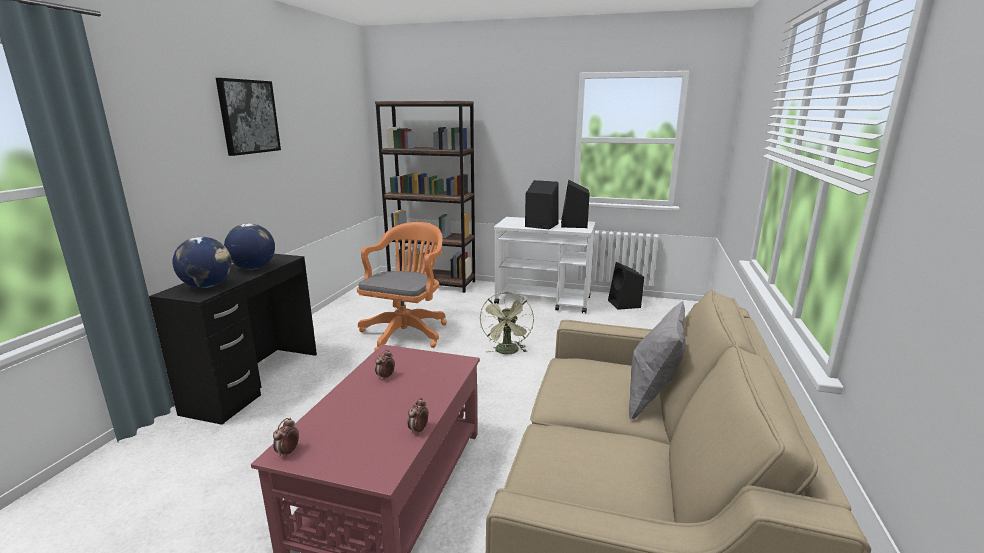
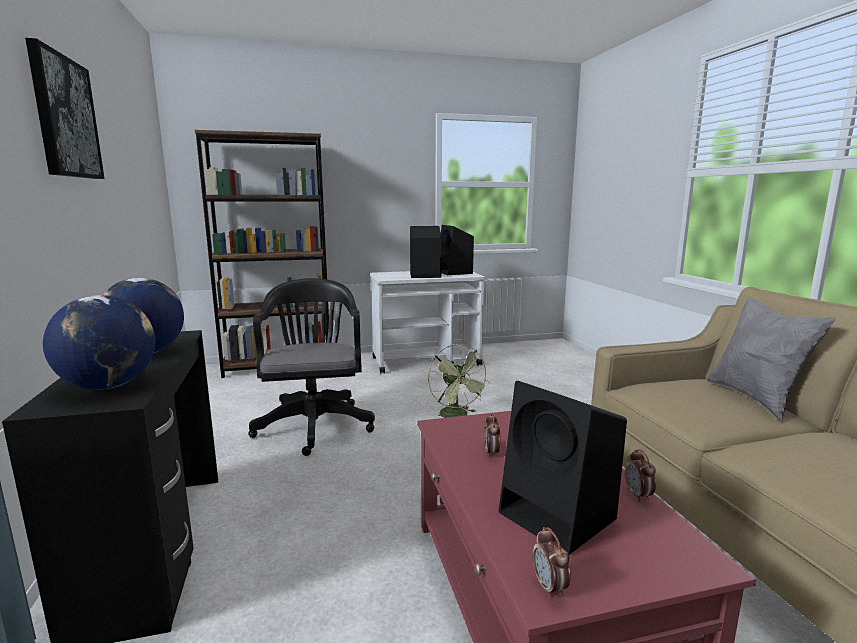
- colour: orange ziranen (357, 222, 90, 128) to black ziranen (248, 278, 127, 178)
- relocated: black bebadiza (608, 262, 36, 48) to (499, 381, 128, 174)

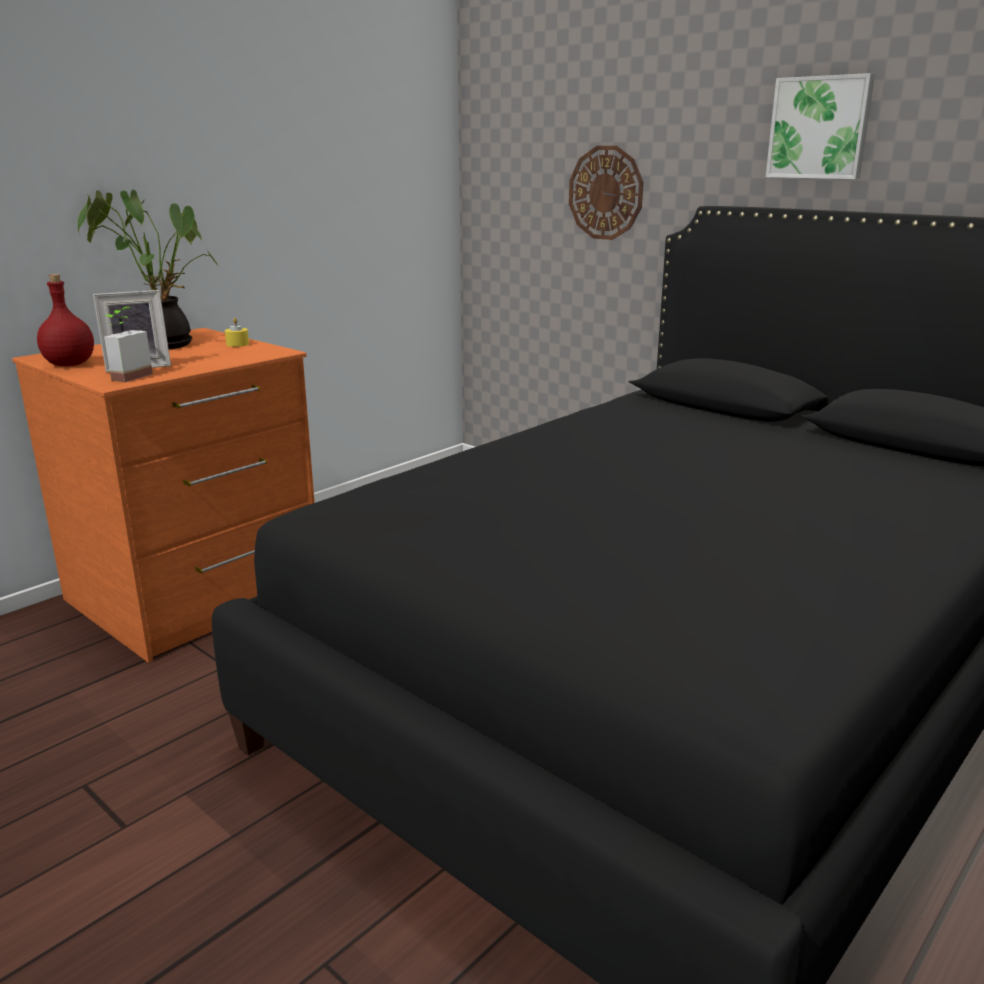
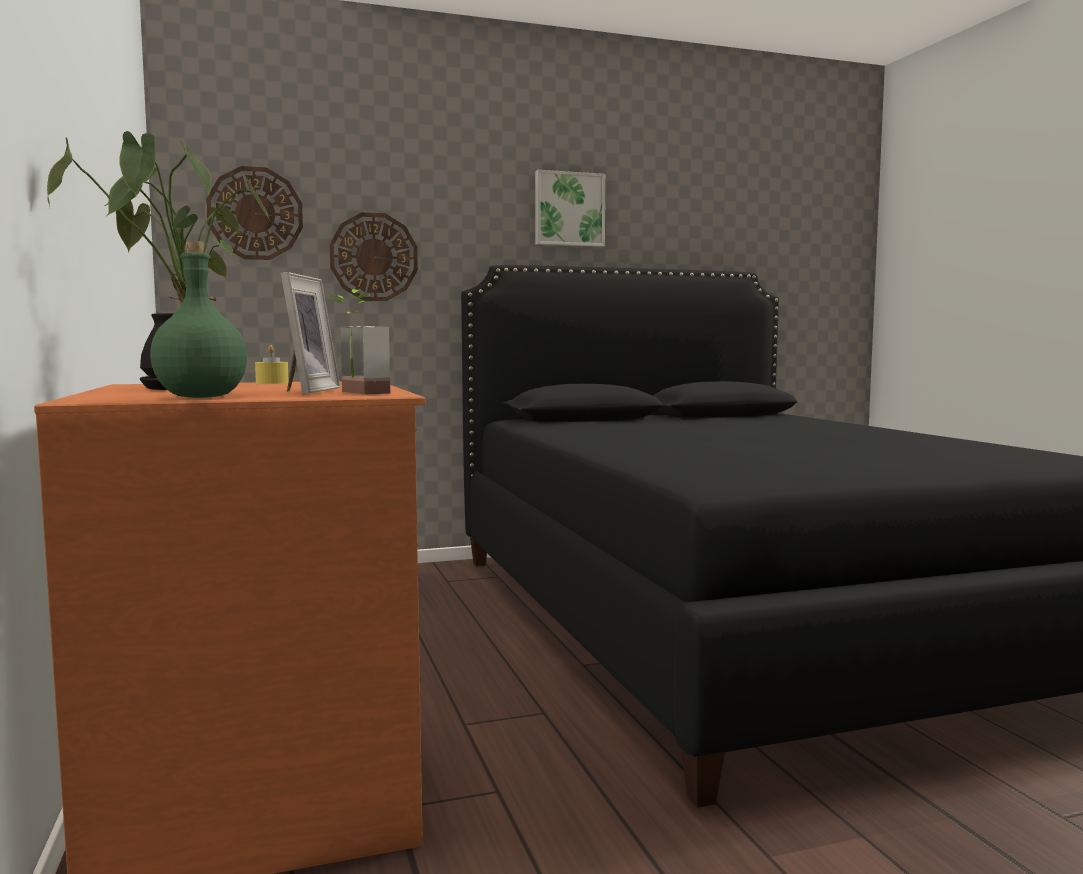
- colour: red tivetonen (37, 274, 57, 92) to green tivetonen (150, 241, 97, 157)
- appeared: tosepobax (206, 166, 97, 94)

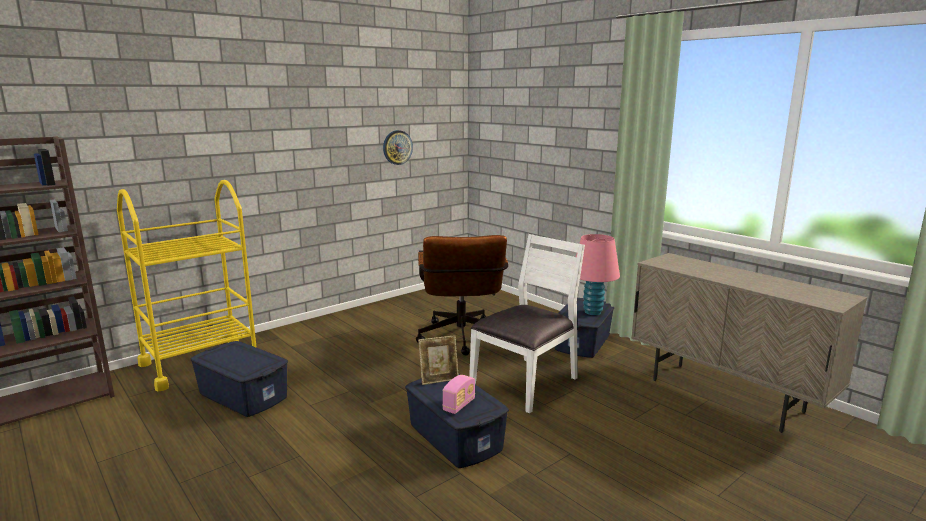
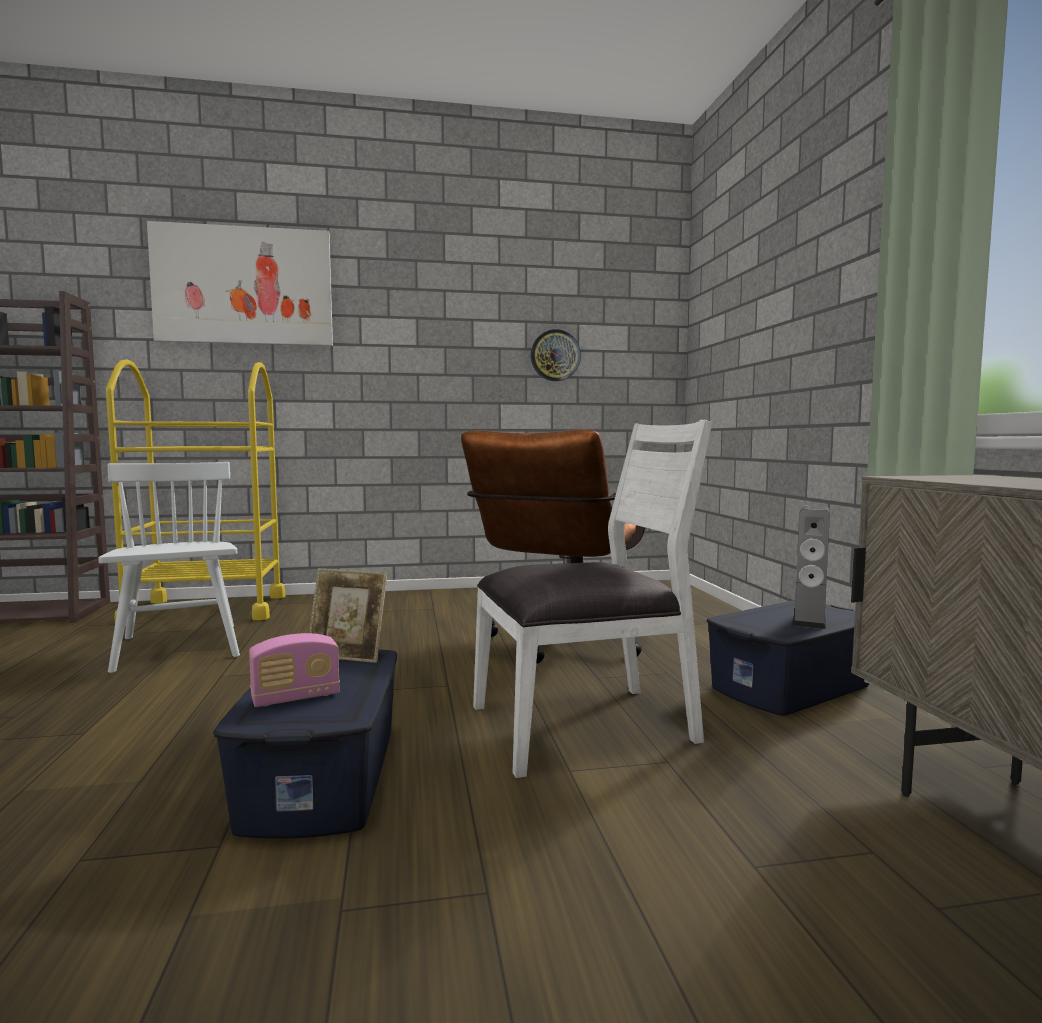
- exchanged: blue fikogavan (190, 341, 98, 76) to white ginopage (98, 462, 142, 211)
- exchanged: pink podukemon (576, 234, 44, 81) to bebadiza (792, 505, 38, 124)
- appeared: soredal (147, 221, 186, 125)

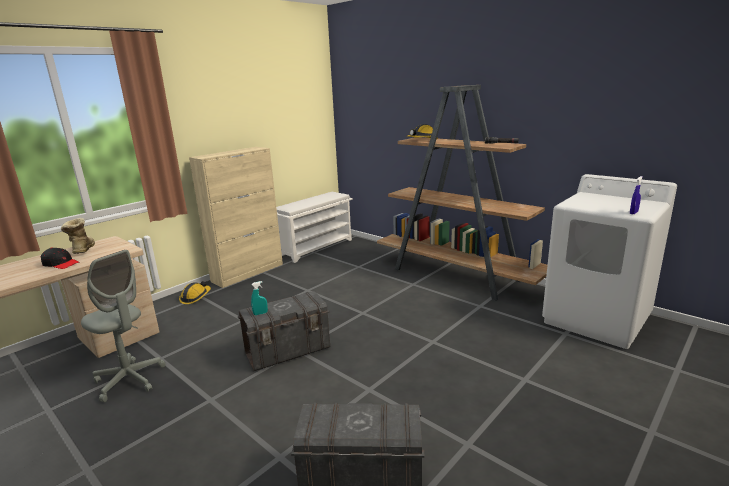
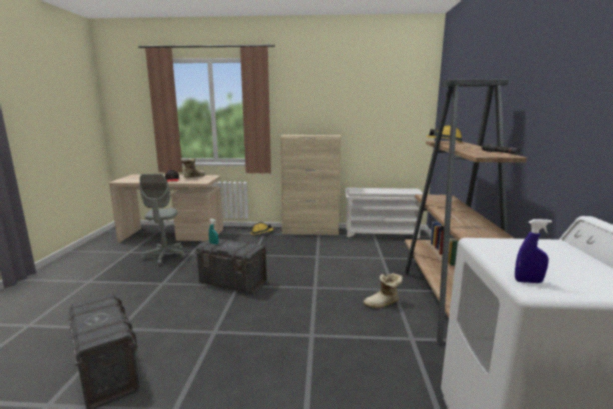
- appeared: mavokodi (363, 273, 40, 35)

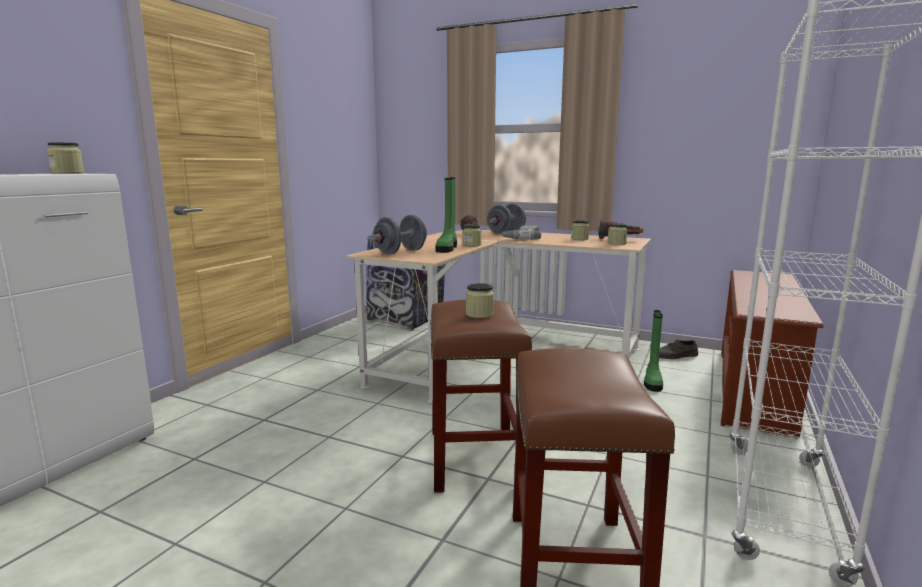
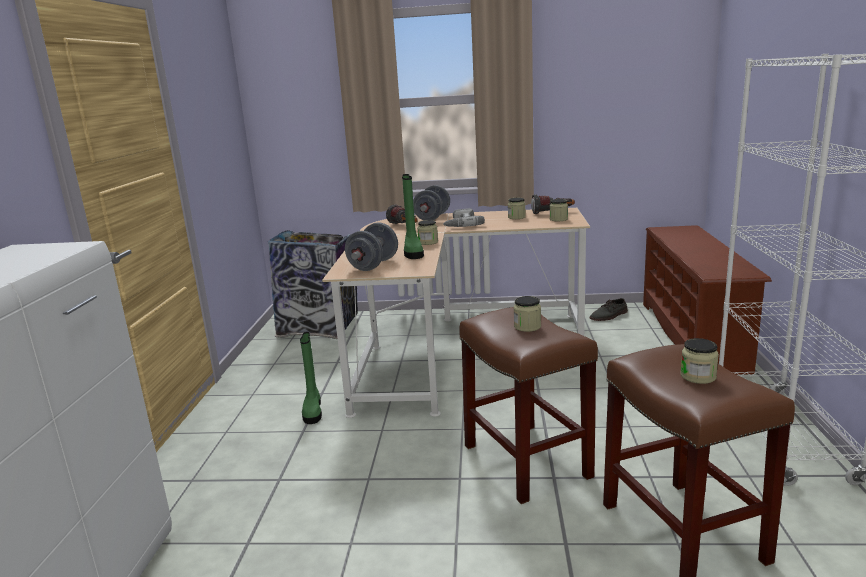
- relocated: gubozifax (47, 142, 37, 32) to (680, 338, 39, 46)
- relocated: green mavokodi (644, 310, 19, 82) to (300, 332, 22, 92)

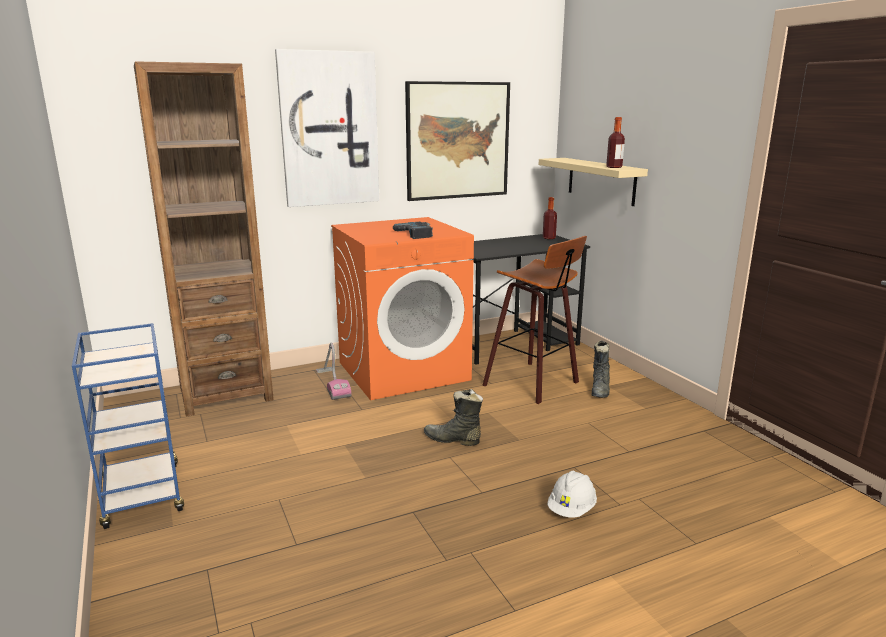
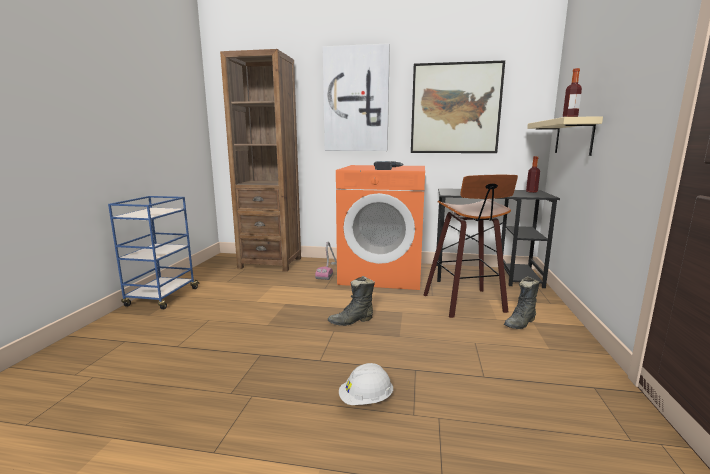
- spun: black mavokodi (424, 389, 59, 57) = (327, 276, 48, 50) 75 degrees counterclockwise

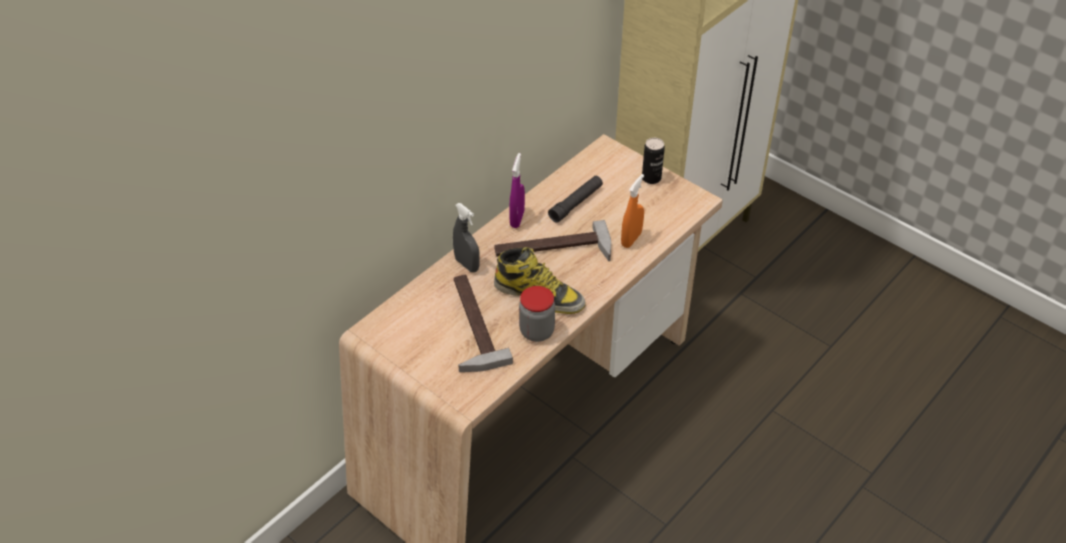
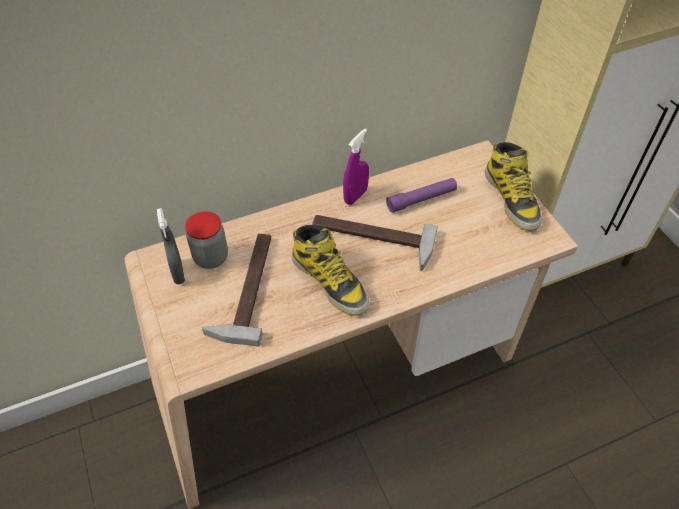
- relocated: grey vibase (453, 203, 27, 69) to (157, 208, 28, 76)
- relocated: gubozifax (519, 286, 36, 56) to (185, 211, 43, 58)
- colour: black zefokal (548, 176, 55, 47) to purple zefokal (386, 178, 71, 35)
- missing: orange vibase (621, 174, 23, 74)
- exchanged: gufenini (642, 138, 23, 46) to mavokodi (485, 142, 57, 89)

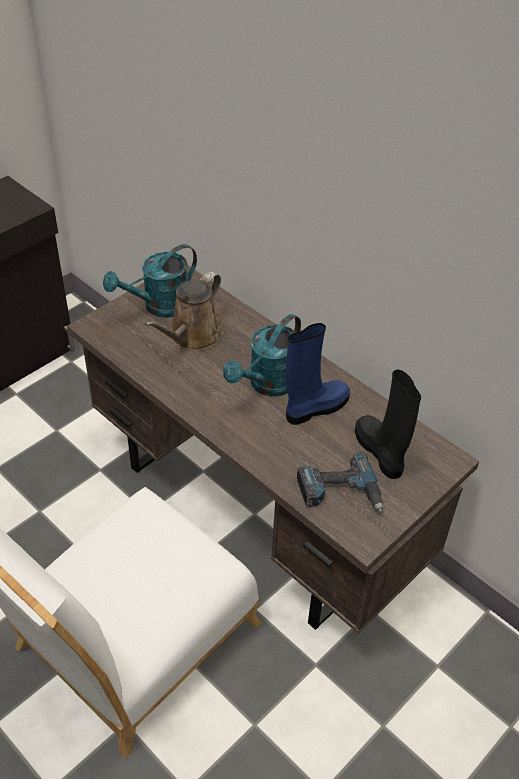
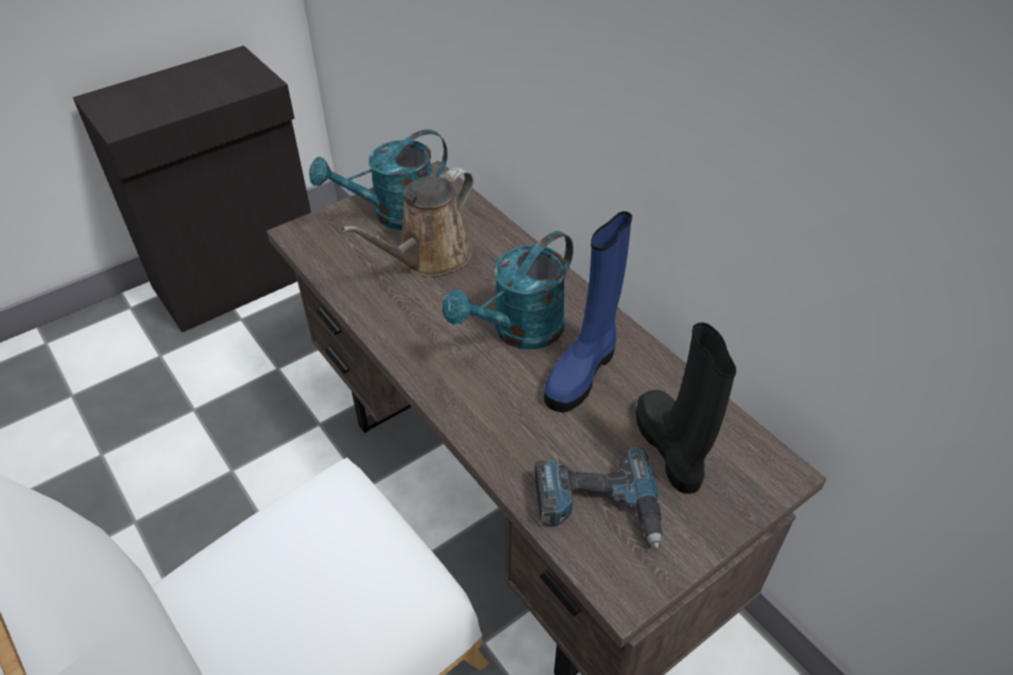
- spun: blue mavokodi (285, 323, 65, 102) = (544, 211, 88, 202) 150 degrees clockwise

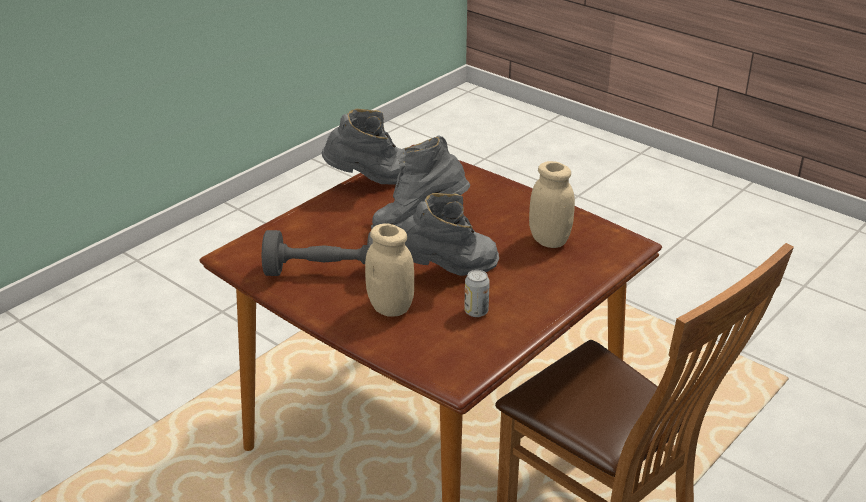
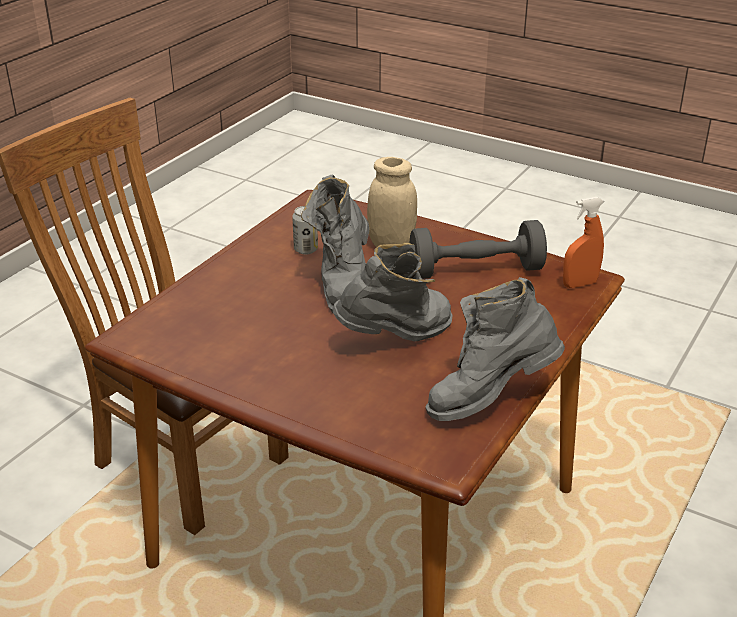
- spun: grey mavokodi (400, 193, 99, 83) = (301, 175, 68, 138) 60 degrees counterclockwise
- missing: beige gubozifax (529, 161, 46, 87)
- appeared: orange vibase (563, 197, 41, 91)

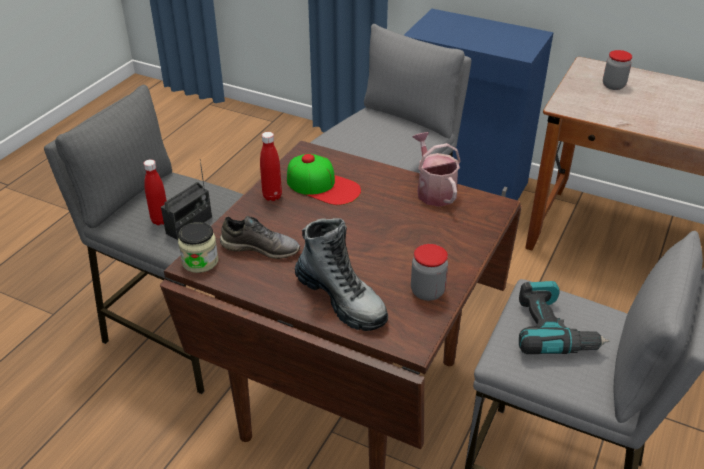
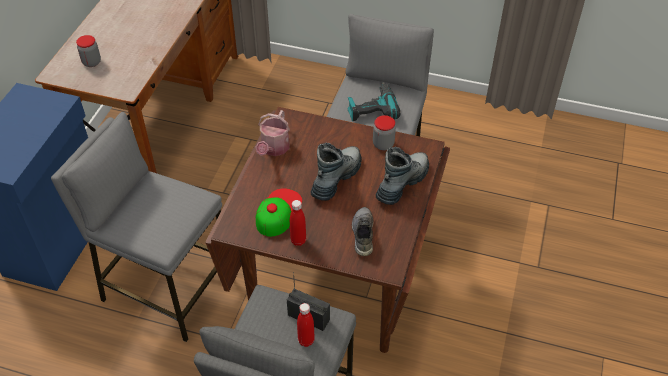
- missing: gubozifax (178, 222, 40, 51)
- spun: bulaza (412, 132, 49, 75) = (255, 110, 35, 46) 45 degrees counterclockwise
- appeared: mavokodi (310, 143, 52, 58)

